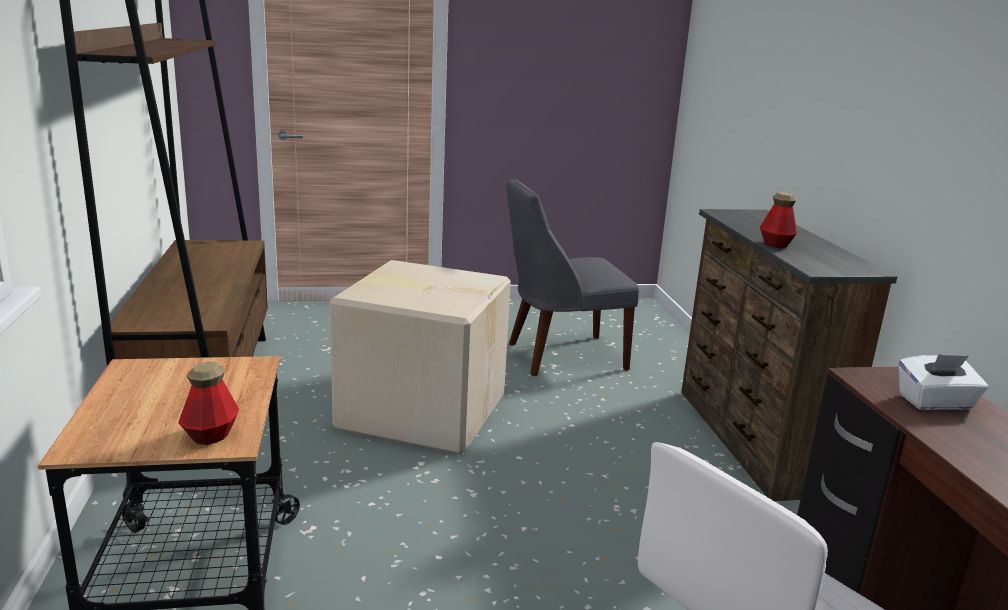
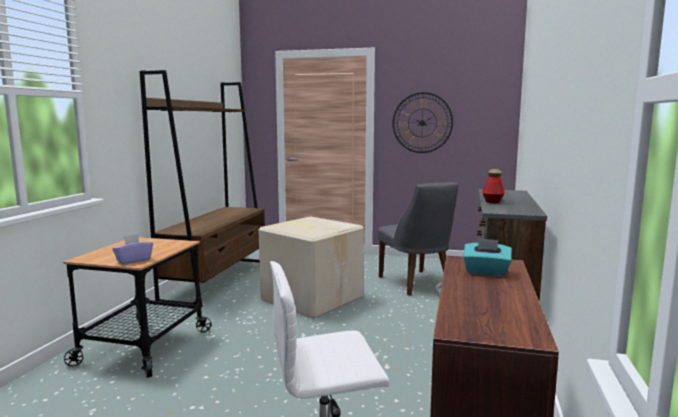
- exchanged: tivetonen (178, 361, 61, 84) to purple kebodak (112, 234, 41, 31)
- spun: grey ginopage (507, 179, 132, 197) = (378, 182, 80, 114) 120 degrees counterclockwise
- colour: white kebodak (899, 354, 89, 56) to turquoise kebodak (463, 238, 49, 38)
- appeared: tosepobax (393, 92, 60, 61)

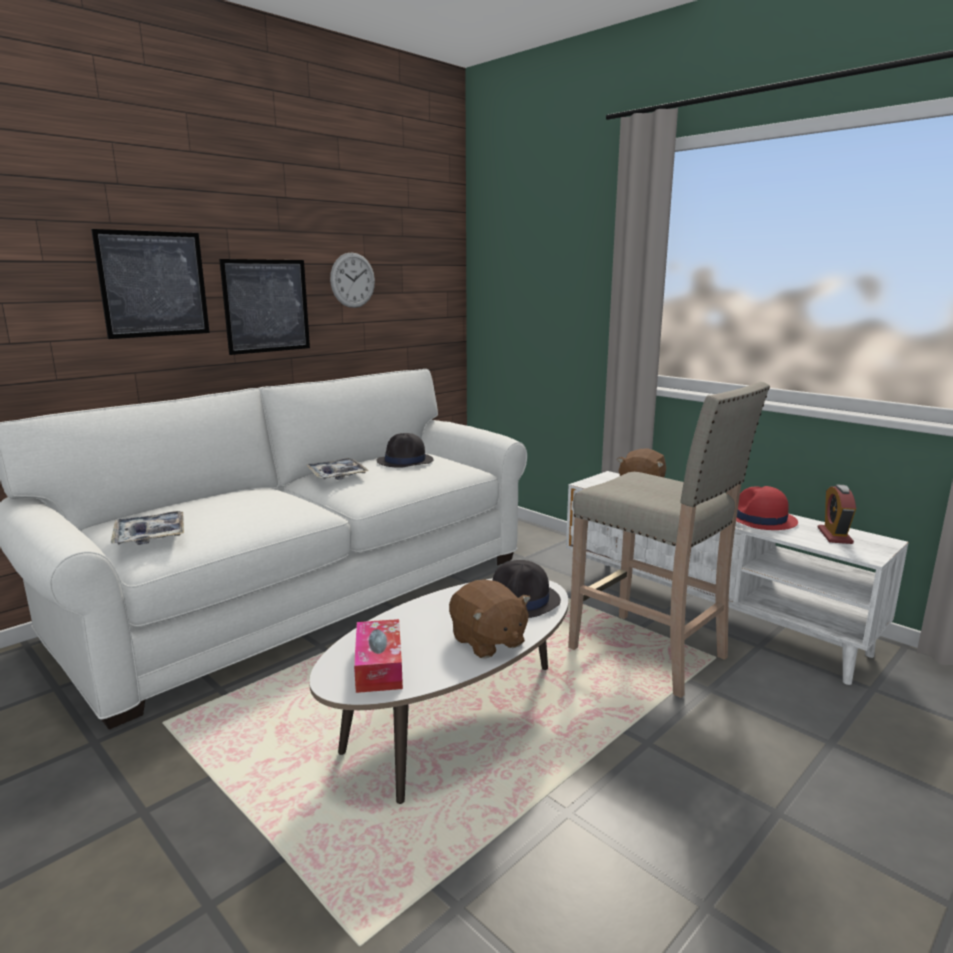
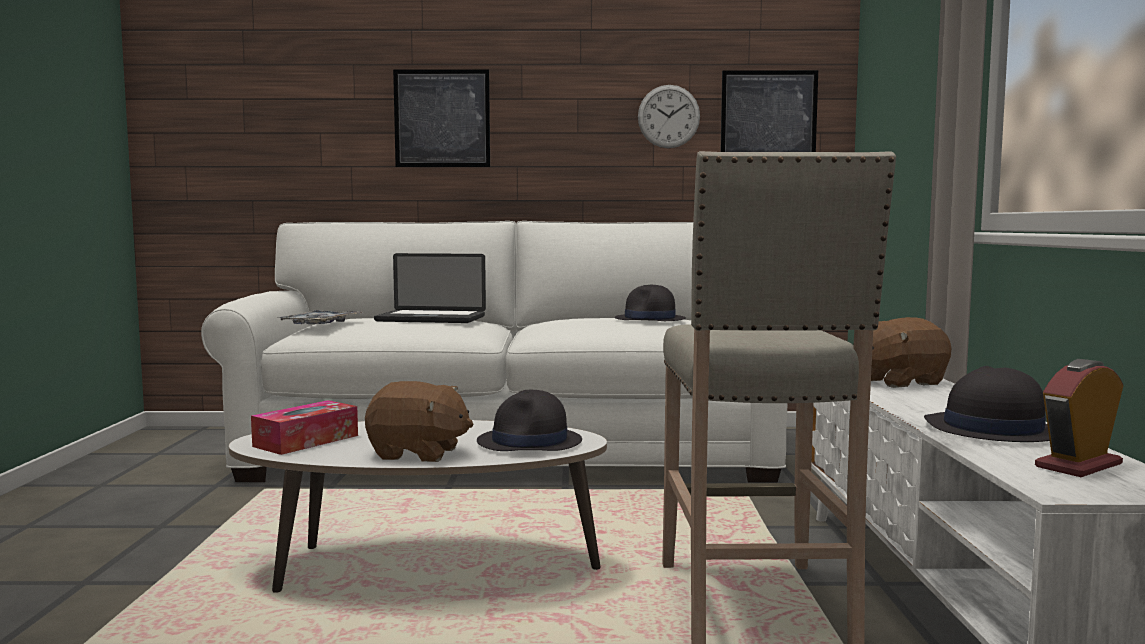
- relocated: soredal (219, 259, 91, 96) to (721, 70, 97, 82)
- missing: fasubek (306, 458, 63, 22)
- spun: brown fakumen (449, 579, 82, 79) = (365, 381, 108, 81) 90 degrees counterclockwise
- colour: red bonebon (736, 486, 62, 44) to black bonebon (924, 366, 126, 76)
- appeared: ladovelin (374, 253, 112, 70)

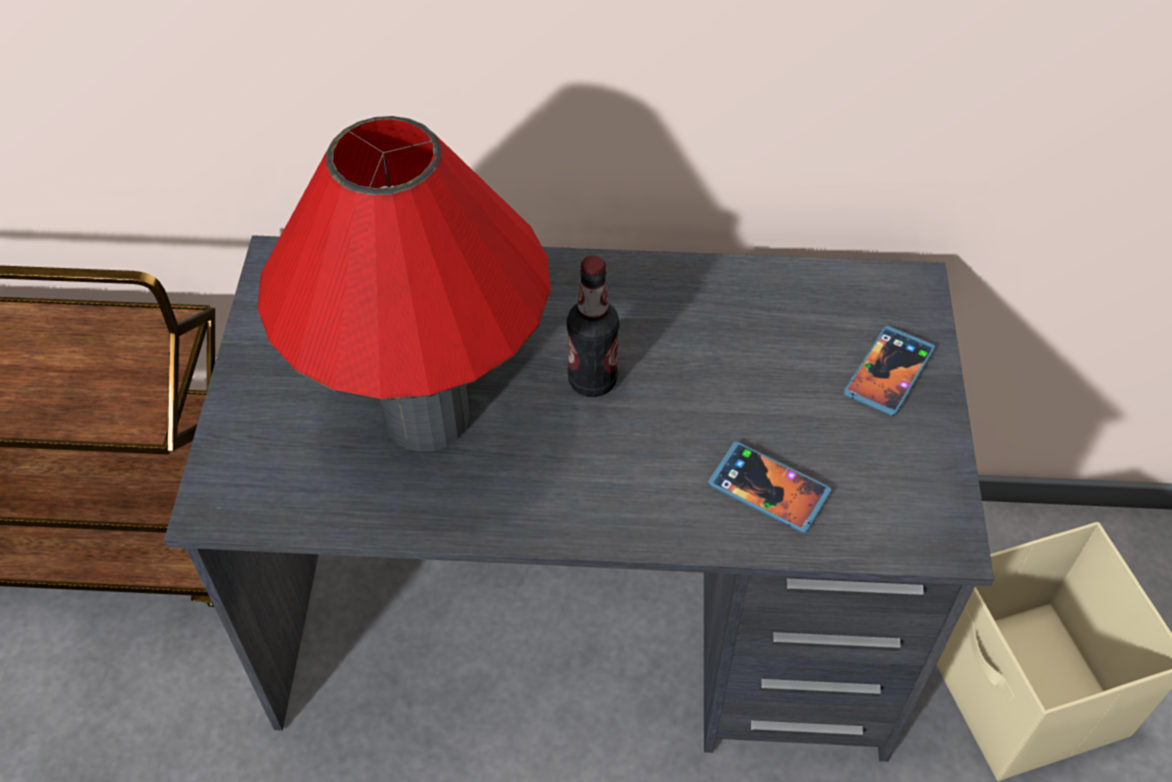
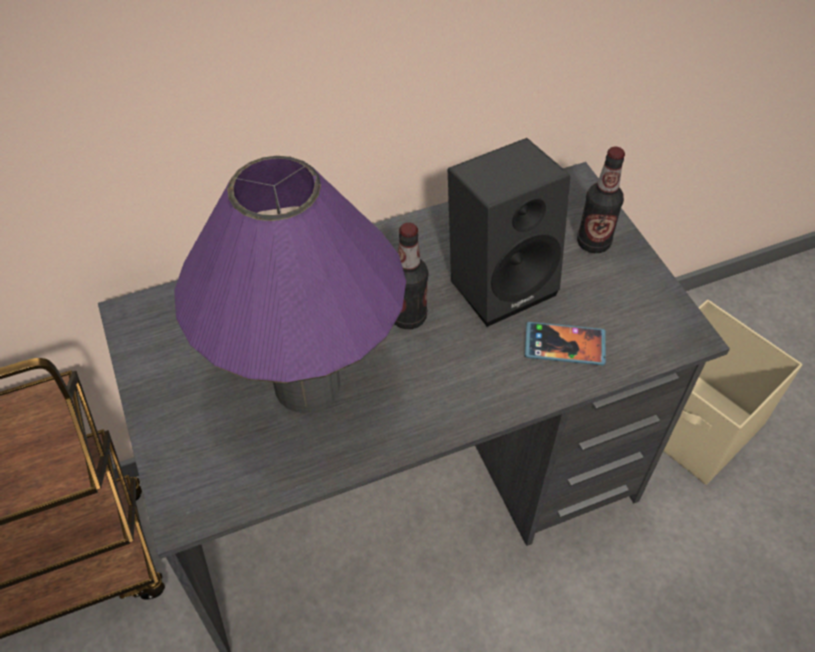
- colour: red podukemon (258, 116, 292, 336) to purple podukemon (174, 156, 232, 257)
- exchanged: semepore (844, 325, 91, 91) to tivetonen (577, 147, 48, 106)
- appeared: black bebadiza (448, 138, 123, 189)

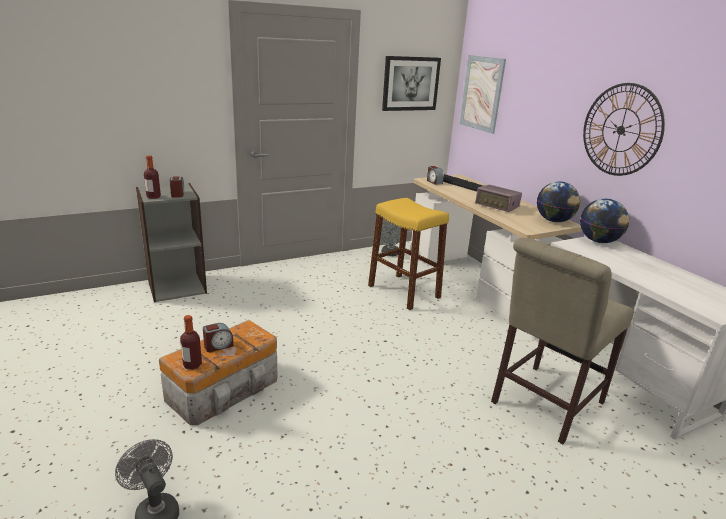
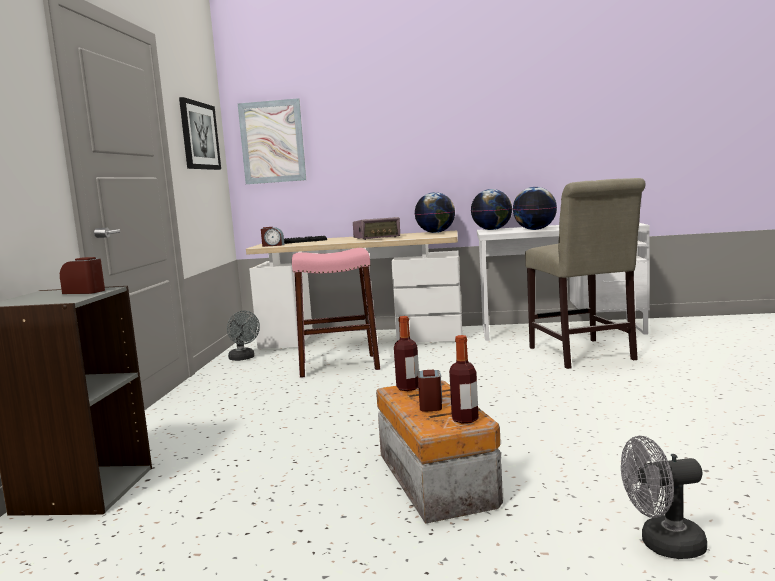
- relocated: tivetonen (144, 155, 17, 44) to (394, 316, 25, 75)
- colour: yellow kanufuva (368, 198, 81, 112) to pink kanufuva (292, 248, 88, 130)
- missing: tosepobax (583, 83, 82, 93)
- appeared: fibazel (513, 187, 44, 43)

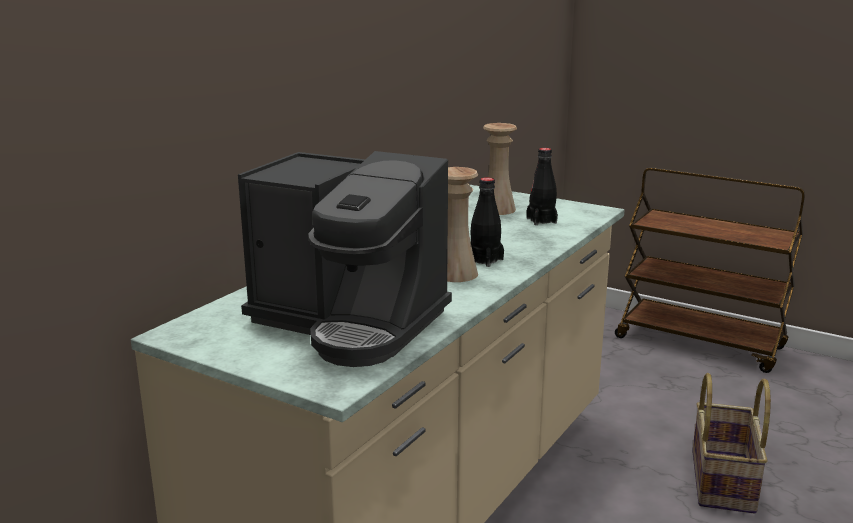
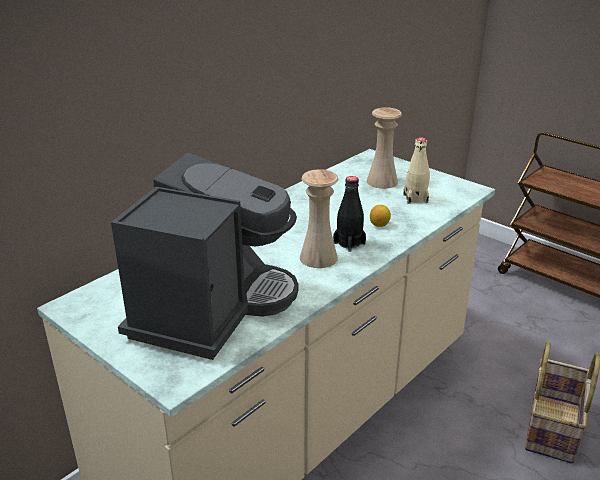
- spun: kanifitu (238, 151, 214, 216) = (111, 152, 187, 208) 105 degrees counterclockwise
- colour: black tivetonen (527, 148, 31, 77) to beige tivetonen (403, 137, 27, 67)
- appeared: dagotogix (370, 205, 21, 22)

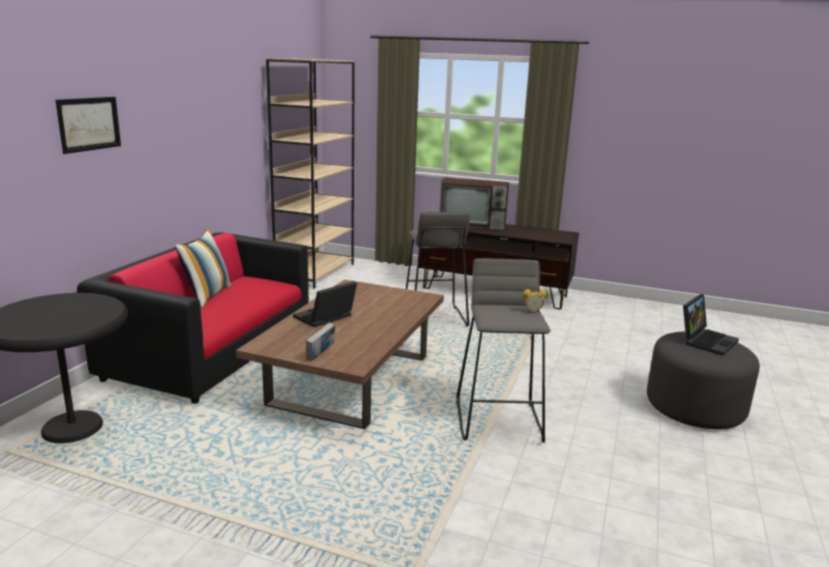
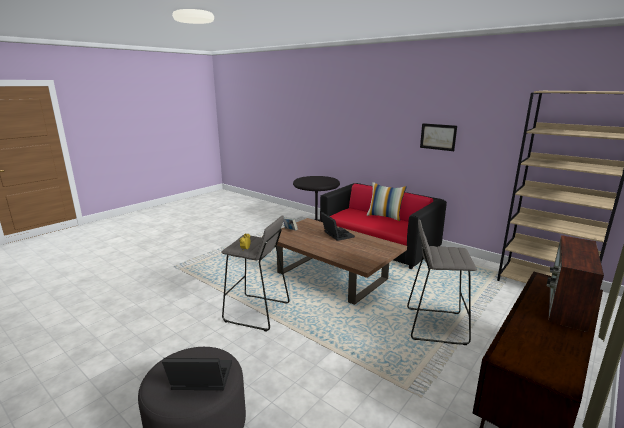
- relocated: soredal (56, 97, 65, 57) to (420, 123, 37, 28)
- spun: ladovelin (683, 294, 56, 62) = (162, 358, 70, 32) 120 degrees clockwise

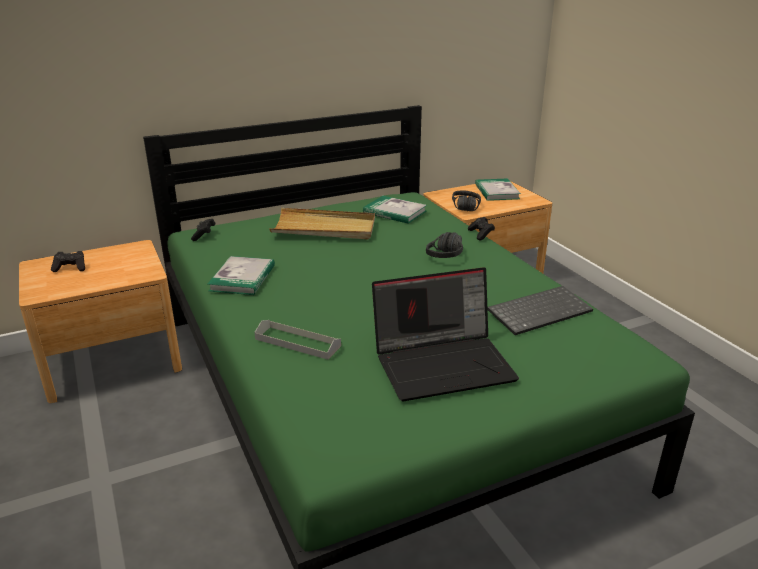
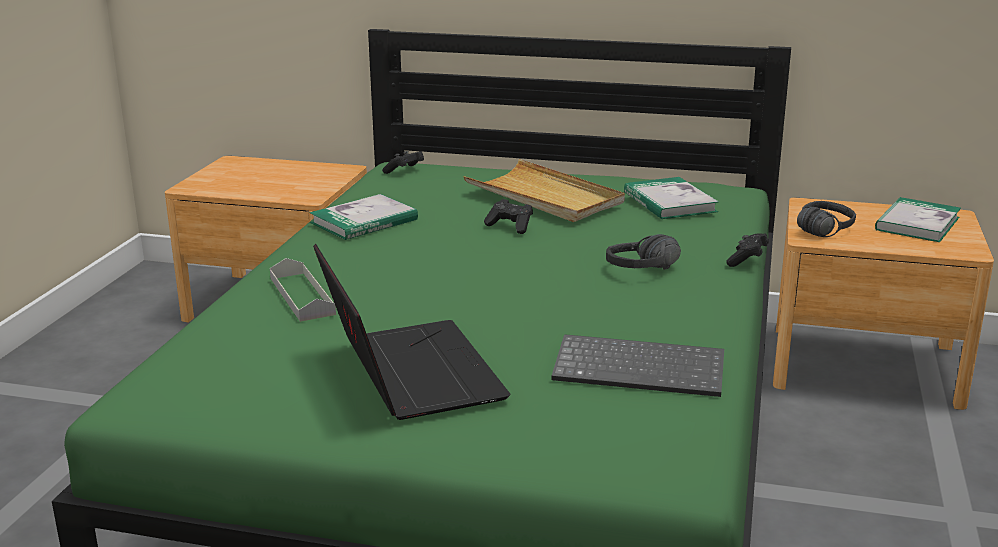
- relocated: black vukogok (51, 251, 34, 21) to (484, 199, 49, 35)
- spun: ladovelin (372, 267, 147, 134) = (313, 244, 198, 176) 135 degrees counterclockwise

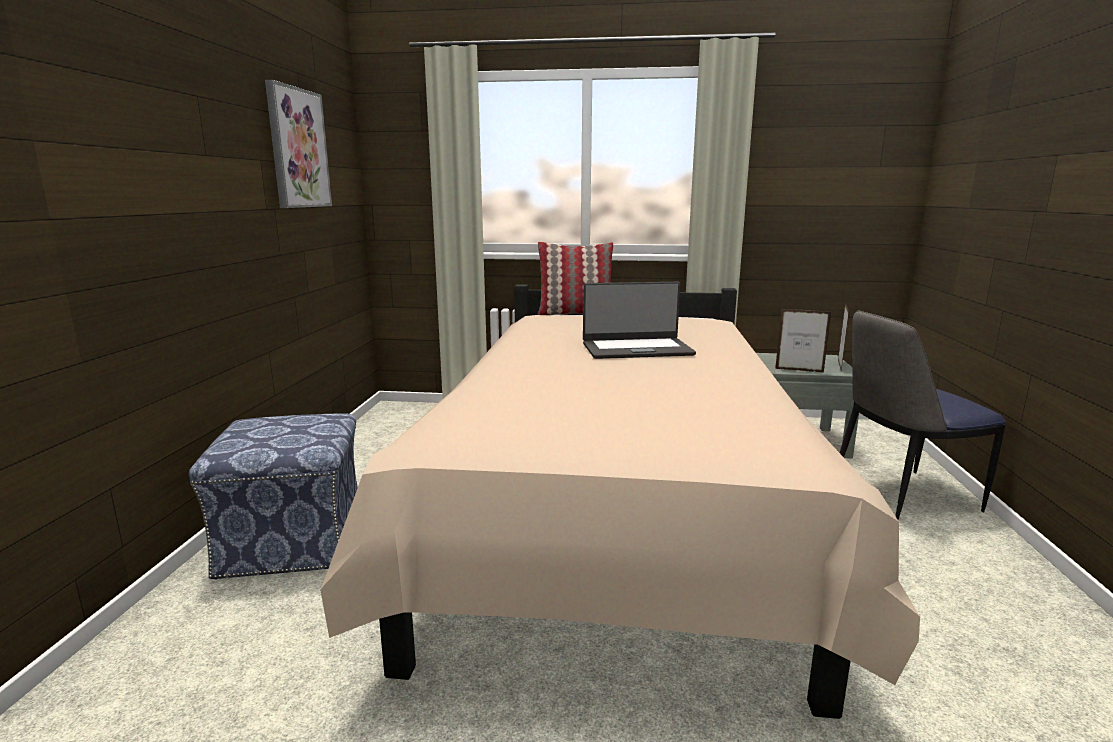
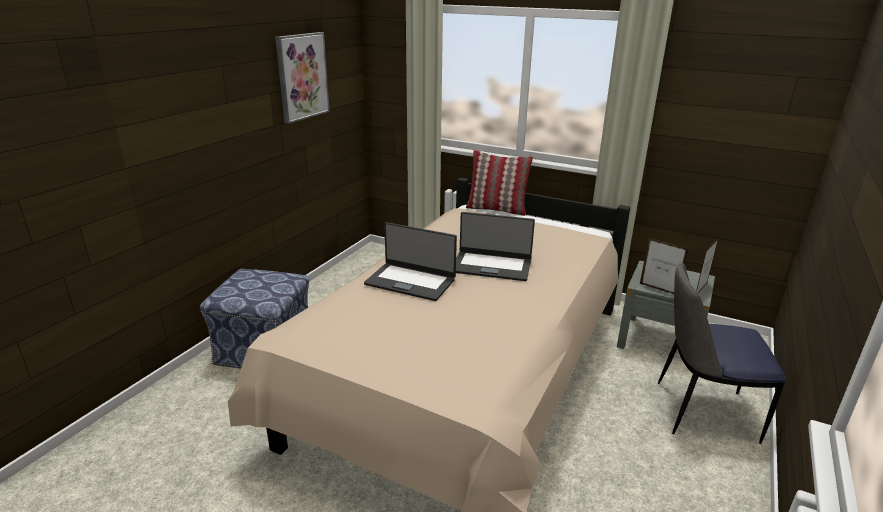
- appeared: ladovelin (364, 222, 93, 79)

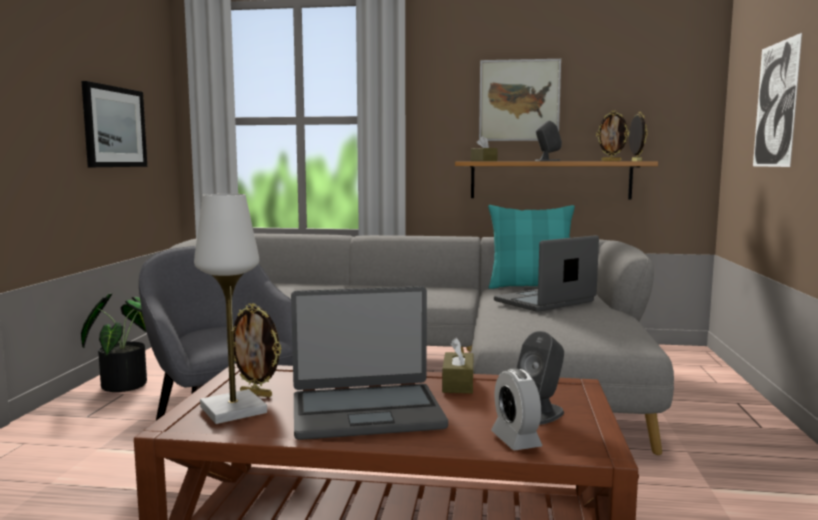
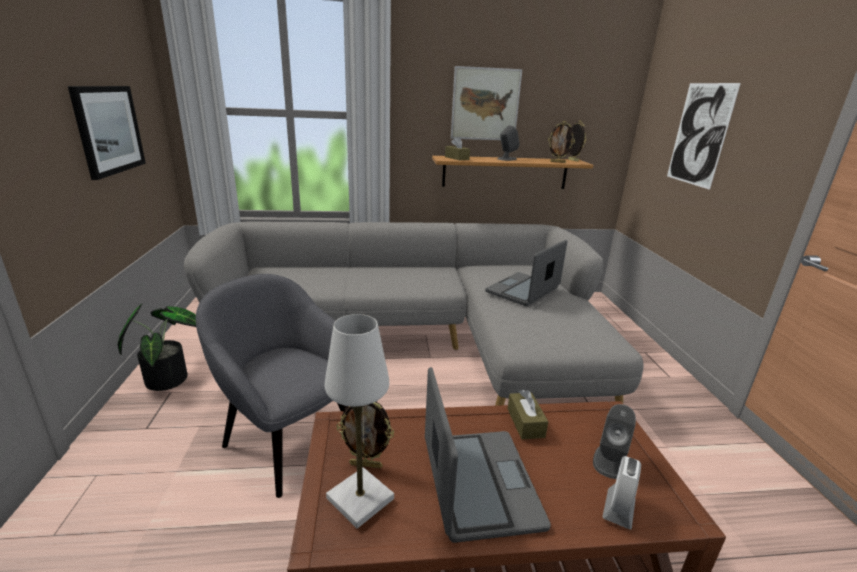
- spun: ladovelin (291, 286, 157, 154) = (425, 367, 126, 176) 75 degrees counterclockwise
- missing: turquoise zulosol (488, 205, 87, 84)
- spun: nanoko (491, 368, 52, 82) = (602, 456, 39, 74) 120 degrees counterclockwise

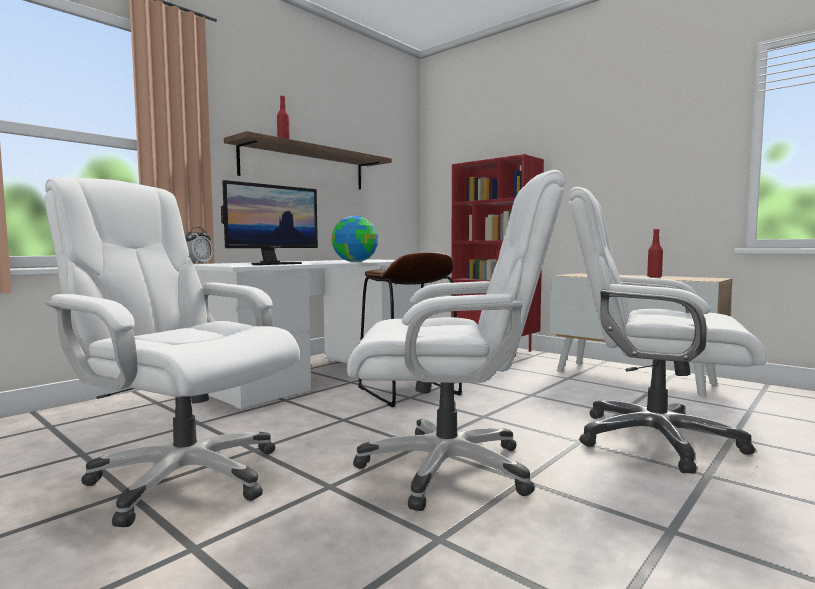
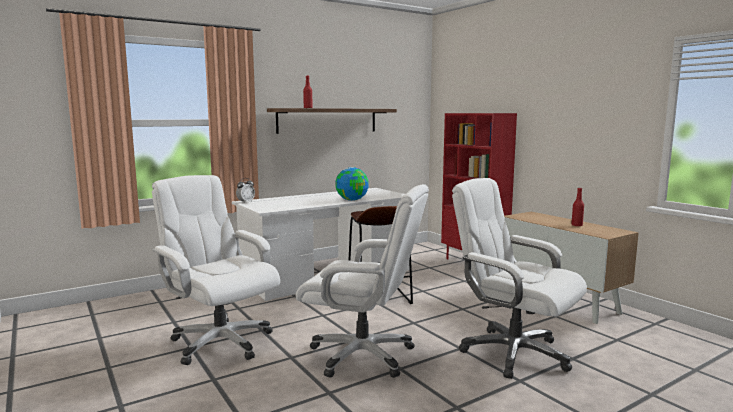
- missing: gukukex (221, 180, 97, 85)

